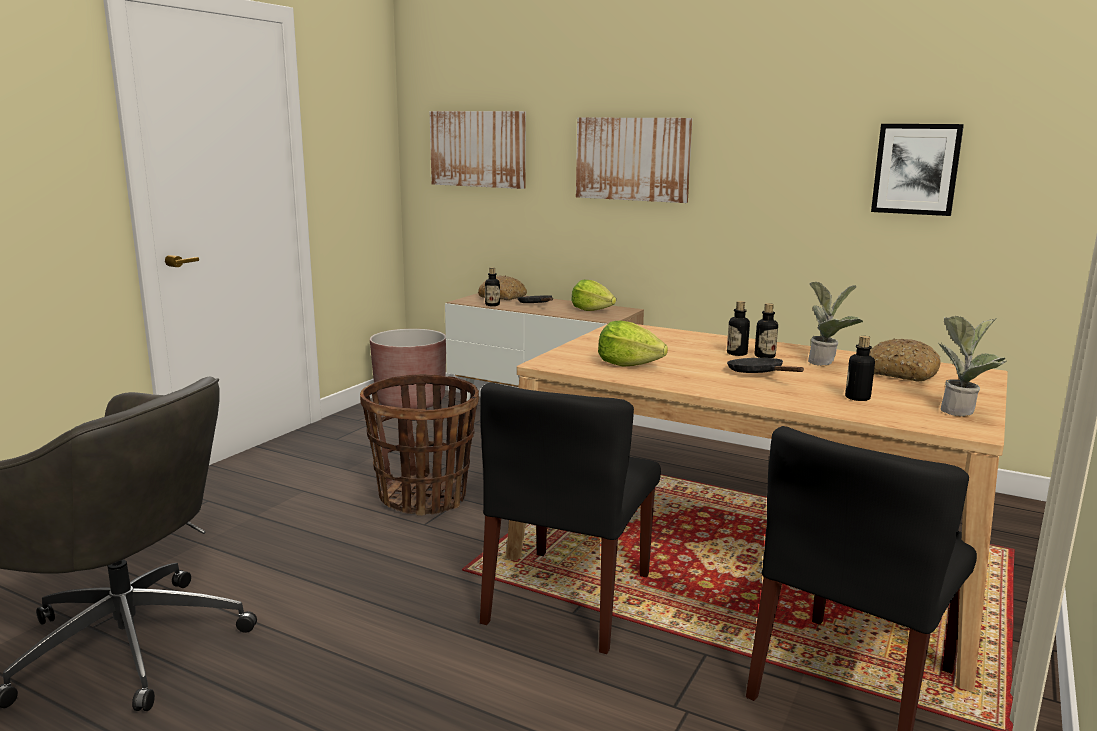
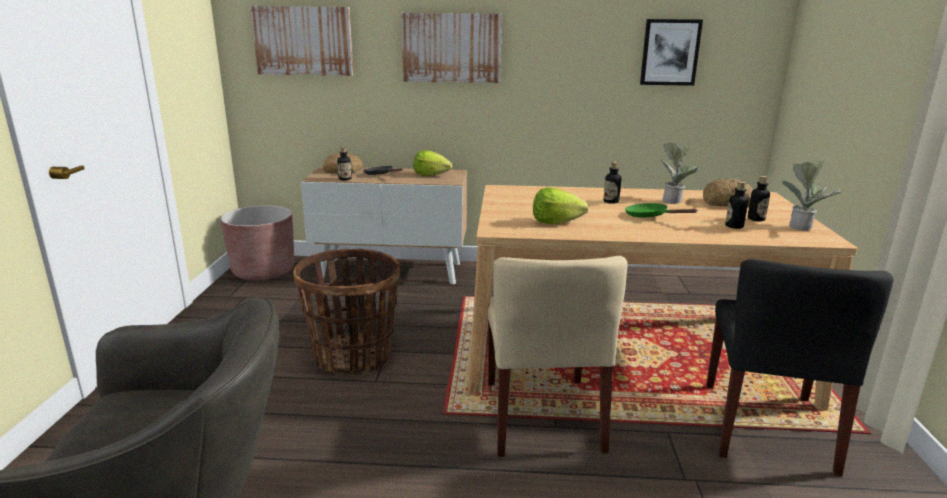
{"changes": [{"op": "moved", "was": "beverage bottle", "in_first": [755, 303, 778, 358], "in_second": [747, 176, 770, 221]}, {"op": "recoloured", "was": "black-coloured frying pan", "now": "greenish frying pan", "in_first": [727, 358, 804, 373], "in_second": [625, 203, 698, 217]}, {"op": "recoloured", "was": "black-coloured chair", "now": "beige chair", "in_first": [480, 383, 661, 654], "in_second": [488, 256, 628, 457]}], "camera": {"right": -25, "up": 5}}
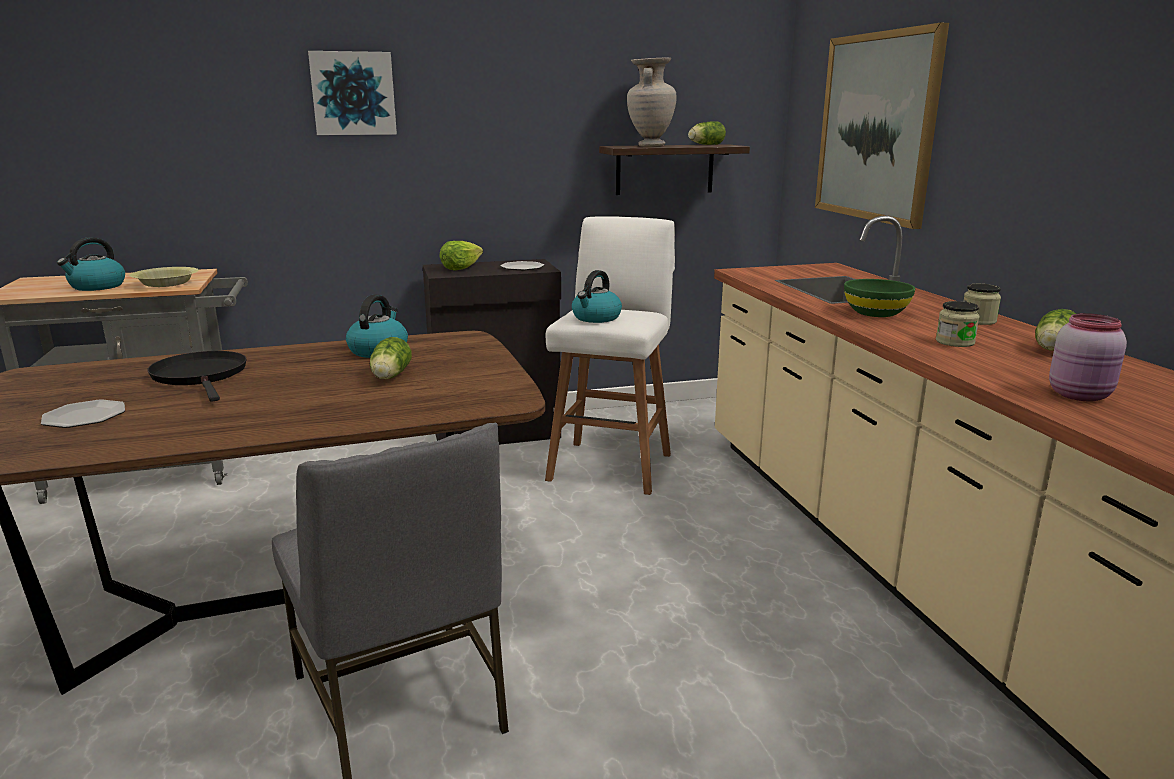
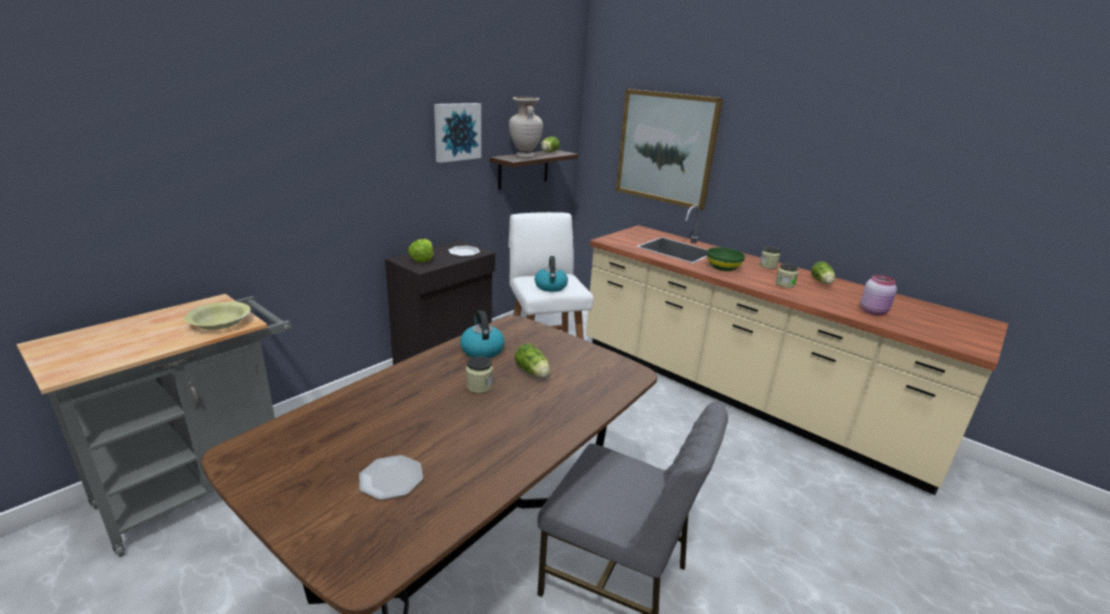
{"changes": [{"op": "moved", "was": "picture", "in_first": [308, 51, 397, 135], "in_second": [434, 103, 481, 163]}, {"op": "removed", "was": "tea kettle", "in_first": [57, 237, 125, 291]}, {"op": "removed", "was": "black-coloured frying pan", "in_first": [147, 351, 247, 402]}, {"op": "added", "now": "jar", "in_second": [466, 357, 493, 393]}], "camera": {"right": -35, "up": 5}}
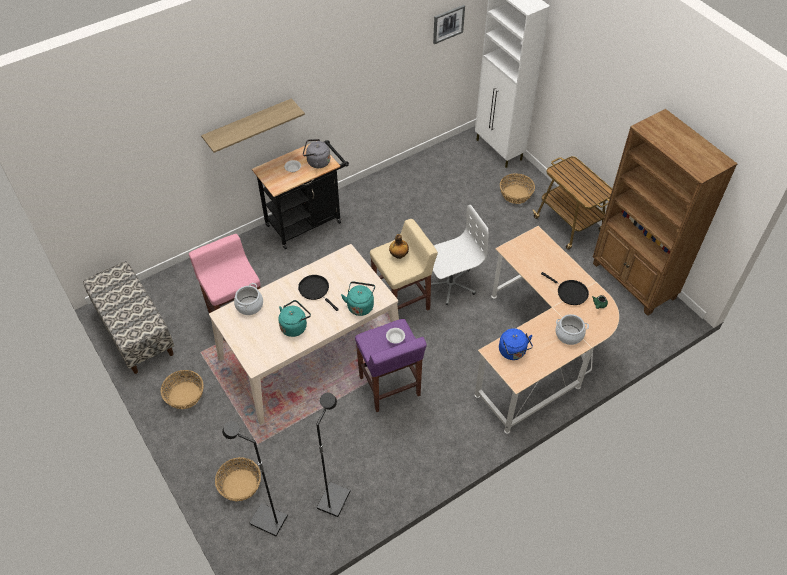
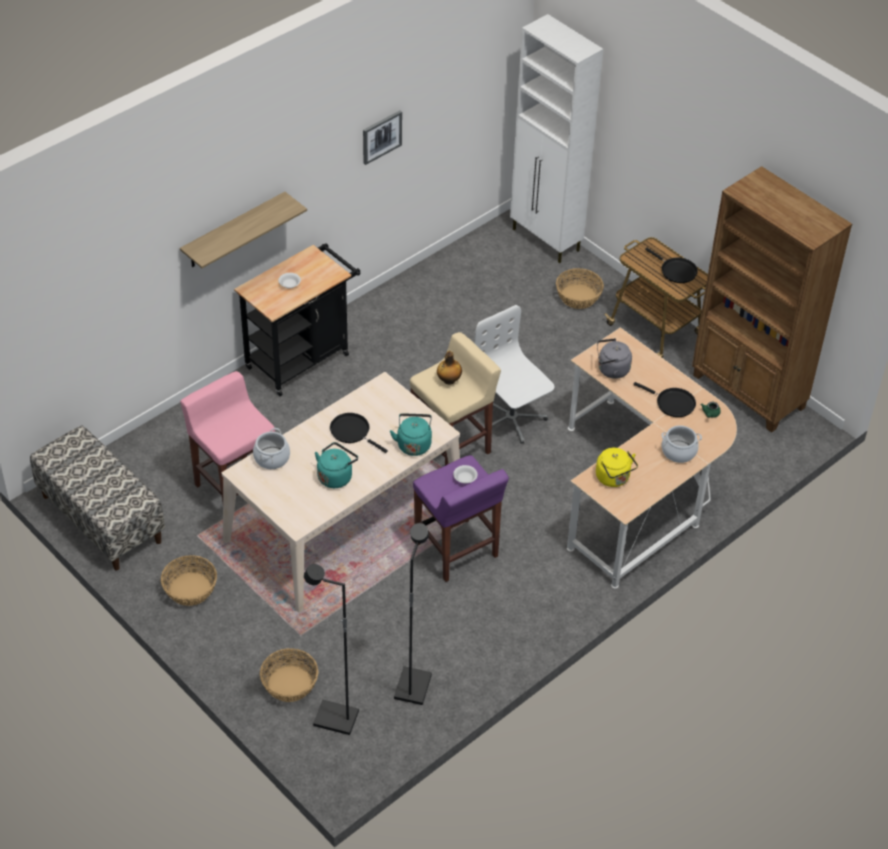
{"changes": [{"op": "moved", "was": "picture", "in_first": [433, 5, 465, 44], "in_second": [363, 111, 402, 165]}, {"op": "moved", "was": "grey tea kettle", "in_first": [303, 139, 330, 168], "in_second": [597, 338, 632, 379]}, {"op": "turned", "was": "white-coloured computer chair", "in_first": [424, 205, 488, 305], "in_second": [474, 305, 555, 444], "clockwise": -90}, {"op": "recoloured", "was": "blue tea kettle", "now": "yellow tea kettle", "in_first": [499, 328, 533, 360], "in_second": [596, 447, 638, 487]}, {"op": "added", "now": "black-coloured frying pan", "in_second": [645, 248, 698, 283]}], "camera": {"right": -10, "up": -5}}
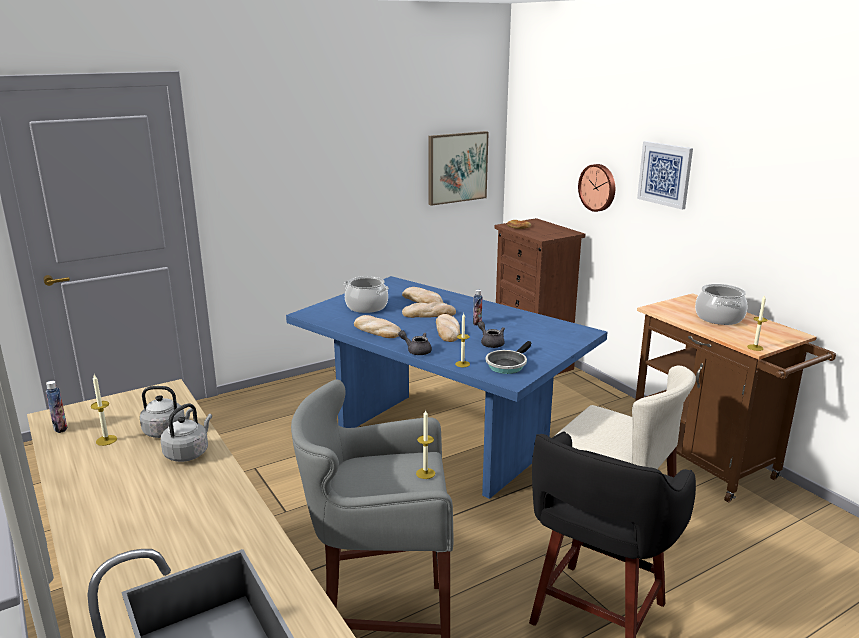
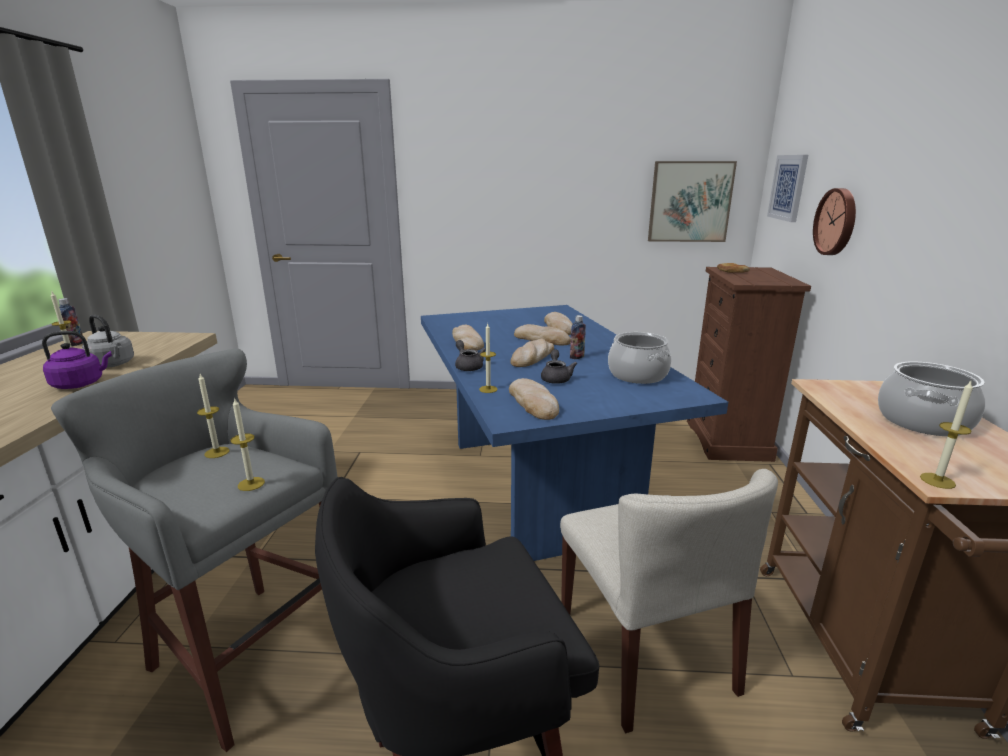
{"changes": [{"op": "moved", "was": "picture", "in_first": [637, 141, 693, 209], "in_second": [767, 155, 808, 222]}, {"op": "moved", "was": "stockpot", "in_first": [344, 276, 389, 313], "in_second": [608, 332, 671, 384]}, {"op": "replaced", "was": "frying pan", "now": "baked bread", "in_first": [486, 341, 531, 374], "in_second": [509, 378, 559, 420]}, {"op": "recoloured", "was": "grey tea kettle", "now": "purplish tea kettle", "in_first": [161, 403, 212, 462], "in_second": [42, 331, 112, 389]}, {"op": "added", "now": "candle", "in_second": [197, 374, 230, 458]}], "camera": {"right": 35, "up": 0}}
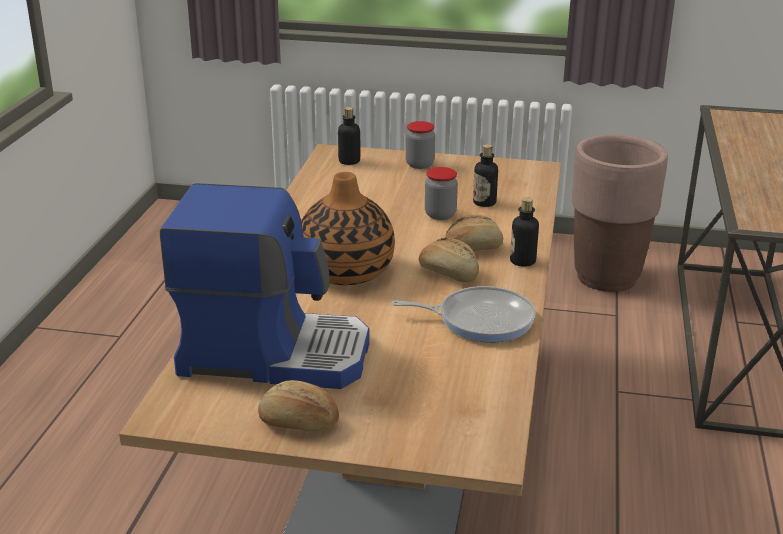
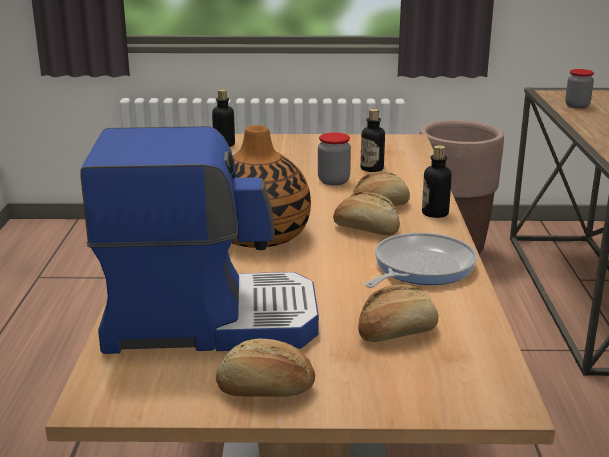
{"changes": [{"op": "moved", "was": "jar", "in_first": [406, 121, 435, 169], "in_second": [565, 69, 594, 109]}, {"op": "turned", "was": "frying pan", "in_first": [392, 286, 536, 342], "in_second": [365, 233, 477, 288], "clockwise": -45}, {"op": "added", "now": "baked bread", "in_second": [358, 284, 438, 342]}], "camera": {"right": -10, "up": -5}}
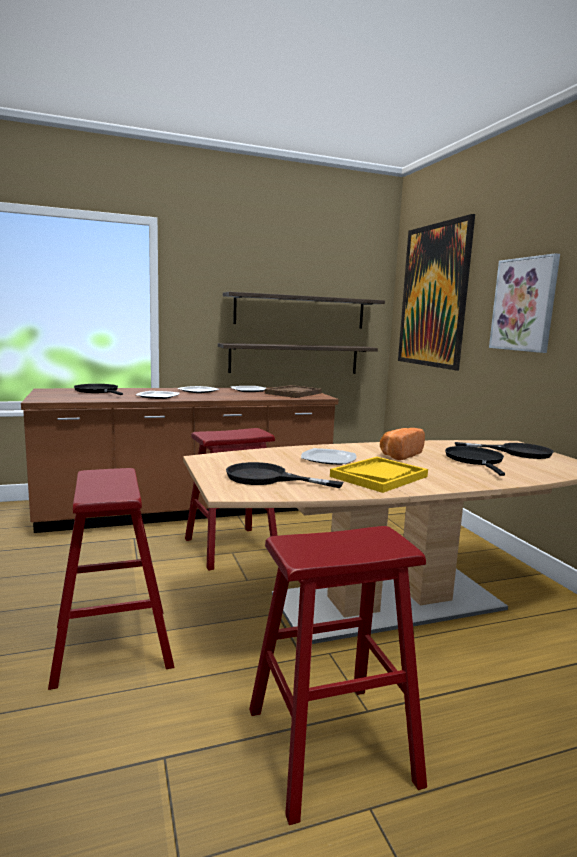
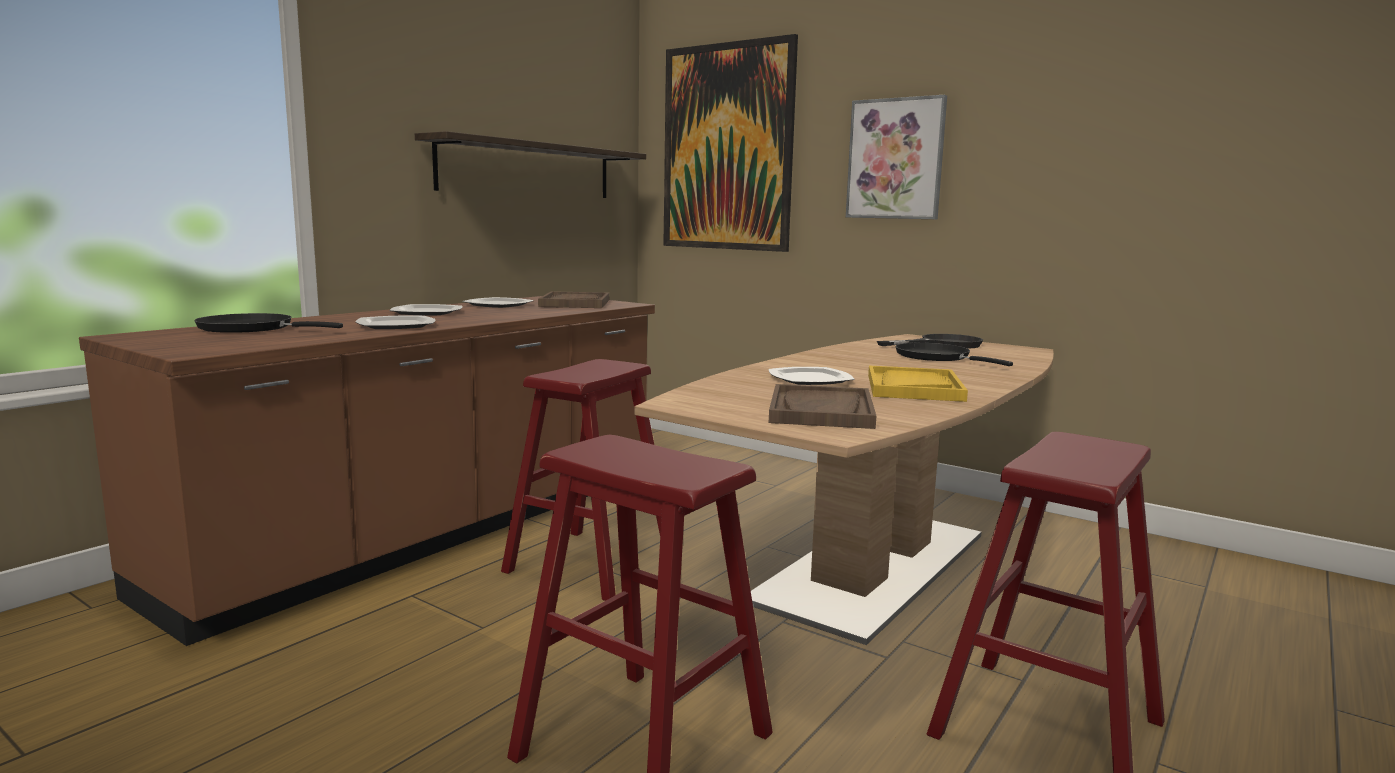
{"changes": [{"op": "removed", "was": "wall shelf", "in_first": [218, 343, 378, 374]}, {"op": "removed", "was": "baked bread", "in_first": [380, 428, 425, 460]}, {"op": "replaced", "was": "black-coloured frying pan", "now": "brown carrying tray", "in_first": [226, 462, 343, 488], "in_second": [769, 384, 876, 429]}], "camera": {"right": -35, "up": 0}}
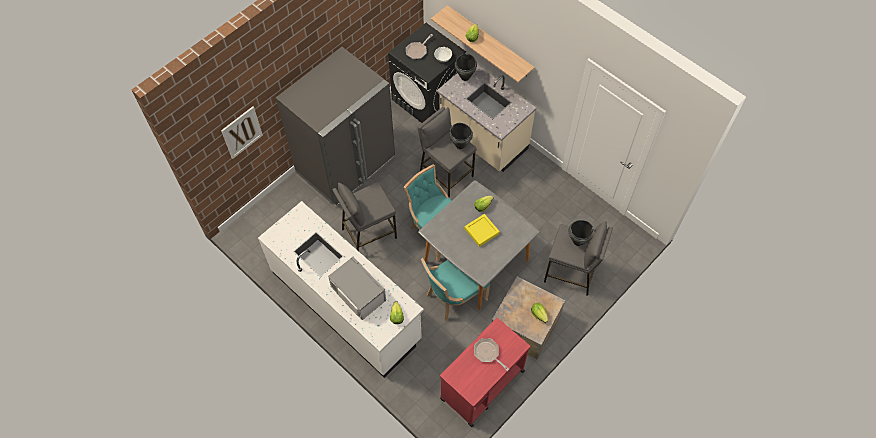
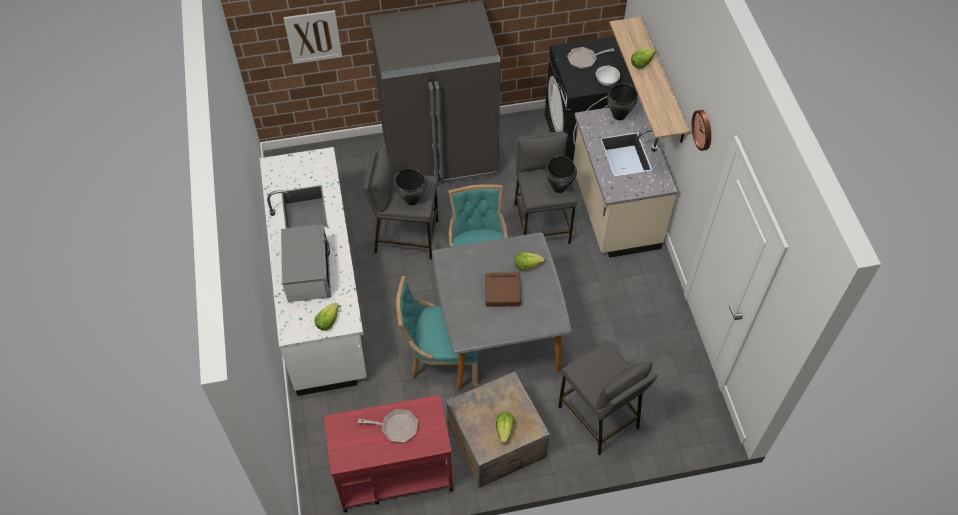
{"changes": [{"op": "recoloured", "was": "yellow carrying tray", "now": "brown carrying tray", "in_first": [465, 214, 500, 247], "in_second": [485, 273, 521, 306]}, {"op": "moved", "was": "black-coloured stockpot", "in_first": [569, 220, 594, 246], "in_second": [394, 168, 427, 205]}, {"op": "turned", "was": "frying pan", "in_first": [474, 338, 509, 371], "in_second": [358, 409, 418, 442], "clockwise": 105}, {"op": "added", "now": "wall clock", "in_second": [692, 110, 711, 151]}], "camera": {"right": 35, "up": -5}}
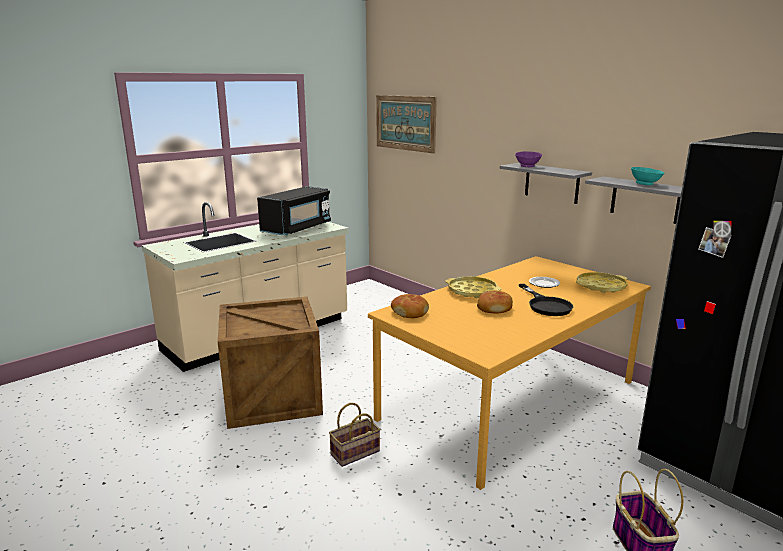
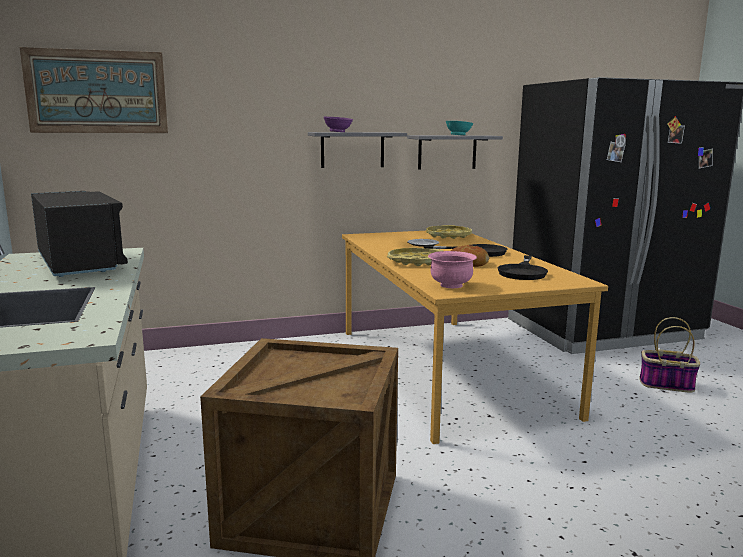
{"changes": [{"op": "replaced", "was": "baked bread", "now": "pink-coloured serving bowl", "in_first": [391, 294, 429, 318], "in_second": [428, 251, 477, 288]}, {"op": "removed", "was": "basket", "in_first": [329, 403, 380, 467]}, {"op": "added", "now": "black-coloured frying pan", "in_second": [498, 255, 548, 280]}], "camera": {"right": -65, "up": -5}}
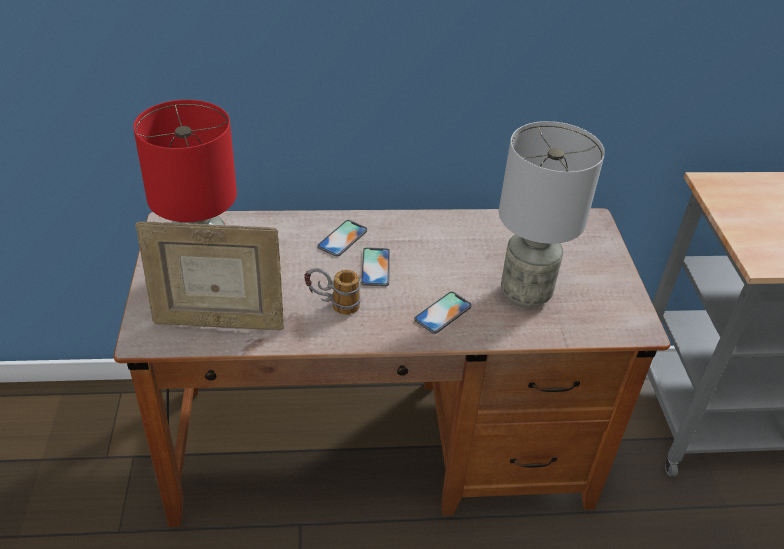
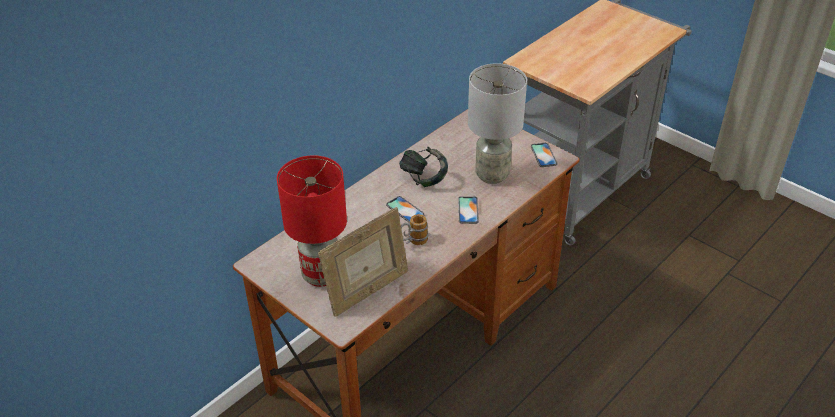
{"changes": [{"op": "moved", "was": "phone", "in_first": [317, 220, 367, 257], "in_second": [531, 143, 557, 167]}, {"op": "added", "now": "pair of headphones", "in_second": [399, 147, 448, 187]}], "camera": {"right": -40, "up": 0}}
